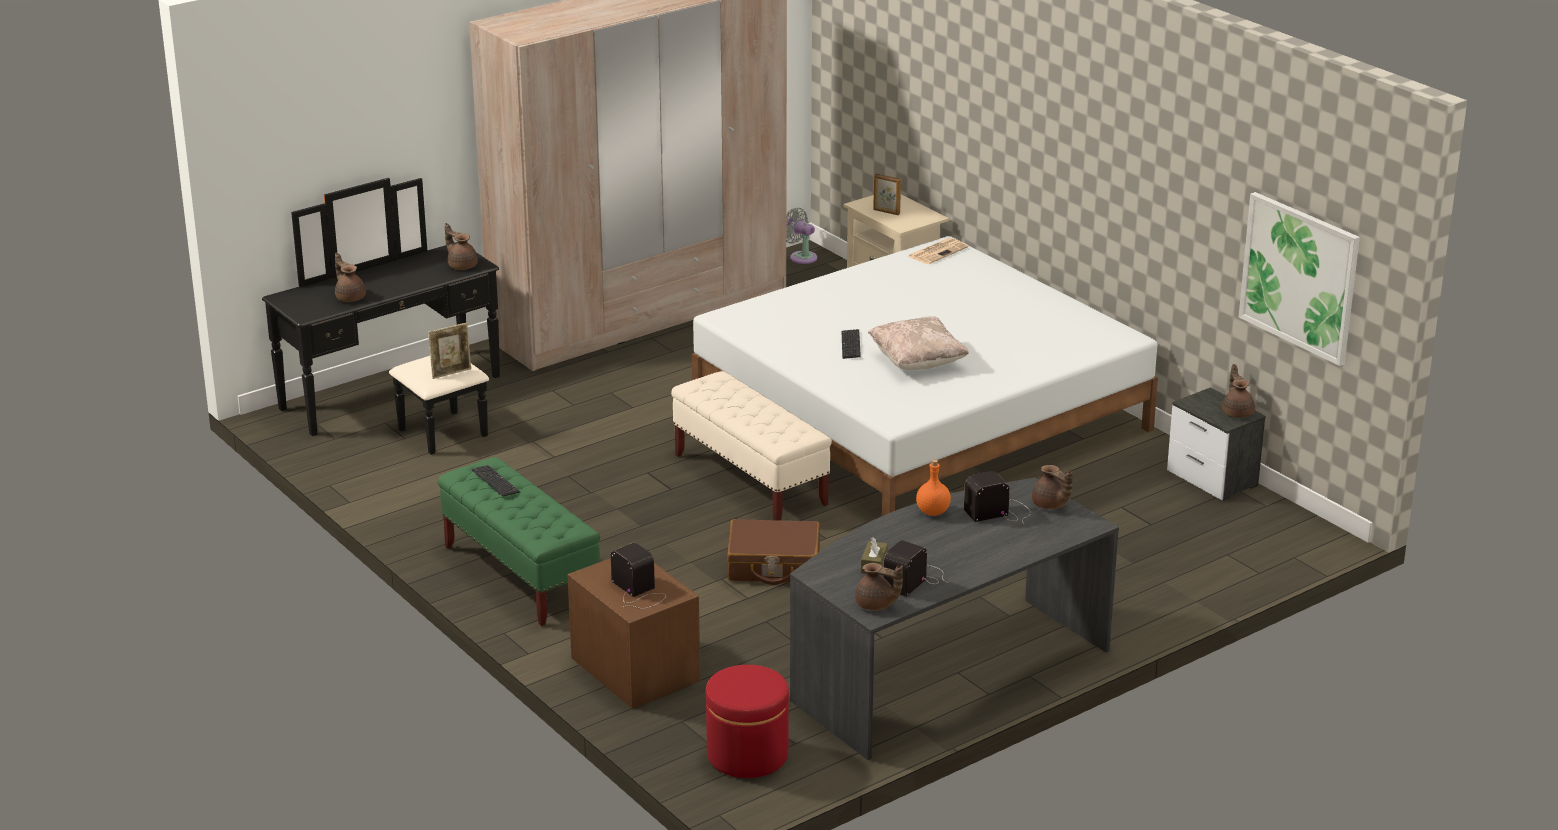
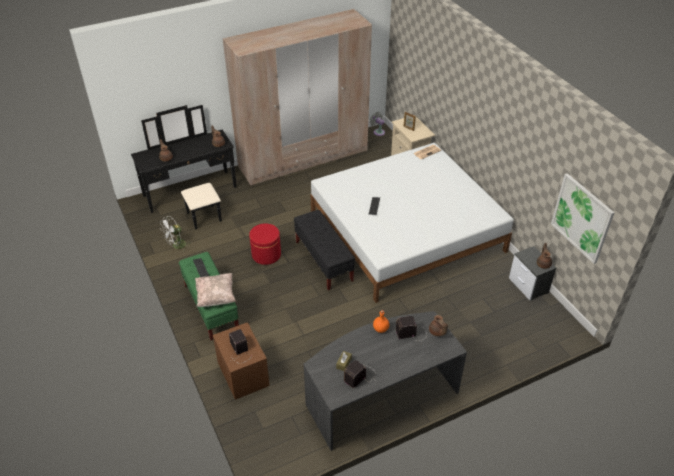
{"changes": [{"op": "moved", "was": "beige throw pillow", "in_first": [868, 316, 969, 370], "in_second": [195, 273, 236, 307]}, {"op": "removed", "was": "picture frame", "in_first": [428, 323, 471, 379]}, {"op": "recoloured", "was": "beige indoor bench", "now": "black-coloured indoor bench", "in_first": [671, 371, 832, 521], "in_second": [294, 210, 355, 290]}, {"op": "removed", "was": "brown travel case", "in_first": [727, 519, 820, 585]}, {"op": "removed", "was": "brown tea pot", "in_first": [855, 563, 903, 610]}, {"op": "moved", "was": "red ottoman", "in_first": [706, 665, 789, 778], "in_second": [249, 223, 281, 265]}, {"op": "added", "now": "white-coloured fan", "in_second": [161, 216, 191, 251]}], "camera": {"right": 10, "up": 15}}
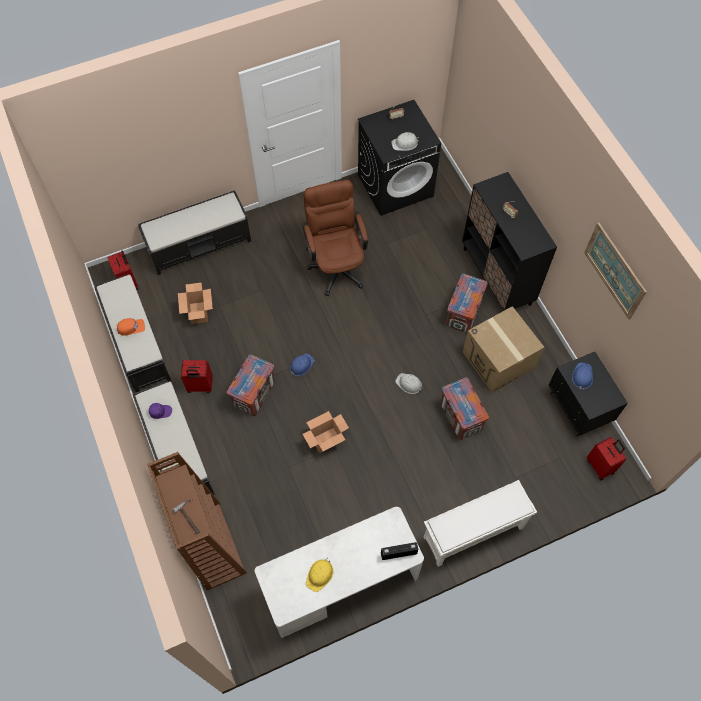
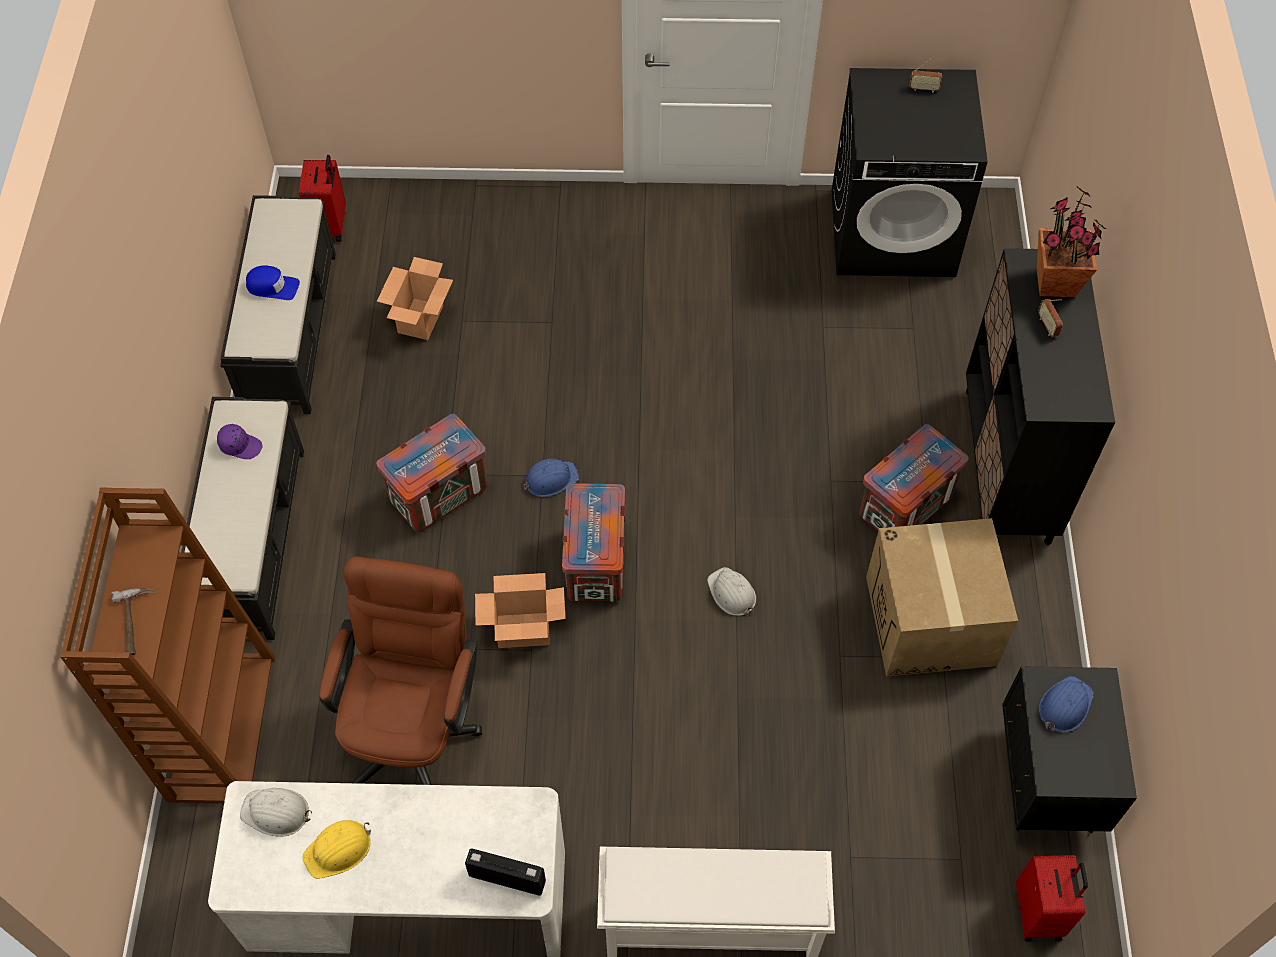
{"changes": [{"op": "moved", "was": "white-coloured safety helmet", "in_first": [391, 132, 419, 151], "in_second": [240, 788, 312, 837]}, {"op": "moved", "was": "brown computer chair", "in_first": [302, 180, 368, 296], "in_second": [319, 556, 482, 785]}, {"op": "removed", "was": "black-coloured indoor bench", "in_first": [138, 190, 251, 275]}, {"op": "removed", "was": "picture", "in_first": [584, 223, 647, 319]}, {"op": "recoloured", "was": "orangey cap", "now": "blue cap", "in_first": [117, 318, 145, 336], "in_second": [246, 265, 300, 300]}, {"op": "removed", "was": "red travel case", "in_first": [181, 360, 213, 393]}, {"op": "moved", "was": "packing crate", "in_first": [440, 378, 489, 440], "in_second": [562, 483, 625, 602]}, {"op": "added", "now": "potted plant", "in_second": [1036, 187, 1106, 297]}], "camera": {"right": 25, "up": -5}}
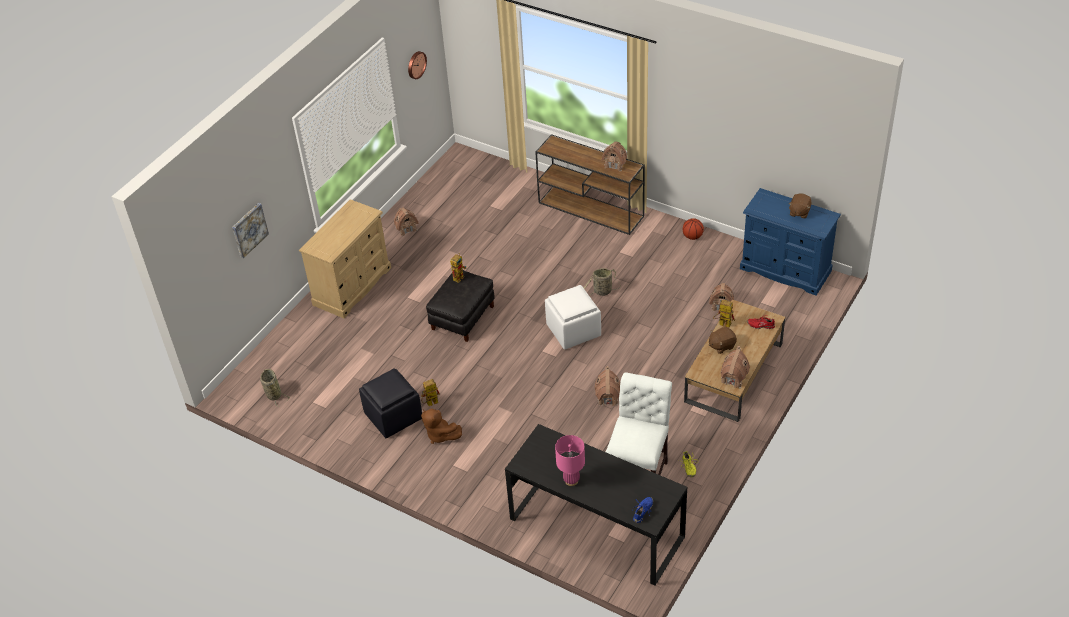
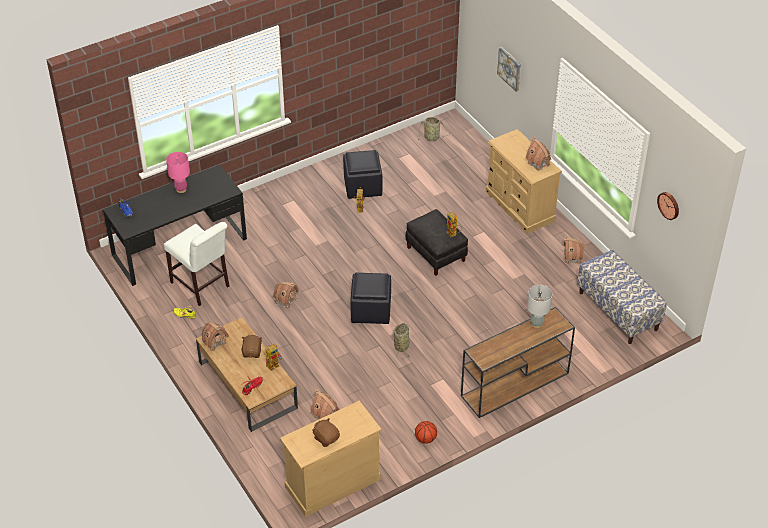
{"changes": [{"op": "moved", "was": "model house", "in_first": [601, 141, 627, 171], "in_second": [526, 136, 551, 171]}, {"op": "recoloured", "was": "blue drawer chest", "now": "beige drawer chest", "in_first": [740, 188, 841, 296], "in_second": [280, 401, 381, 517]}, {"op": "recoloured", "was": "white-coloured ottoman", "now": "black-coloured ottoman", "in_first": [545, 285, 601, 350], "in_second": [350, 273, 391, 324]}, {"op": "removed", "was": "brown soft toy", "in_first": [421, 408, 462, 444]}, {"op": "added", "now": "indoor bench", "in_second": [577, 250, 667, 344]}, {"op": "added", "now": "grey tabletop lamp", "in_second": [527, 285, 552, 328]}], "camera": {"right": 115, "up": 0}}
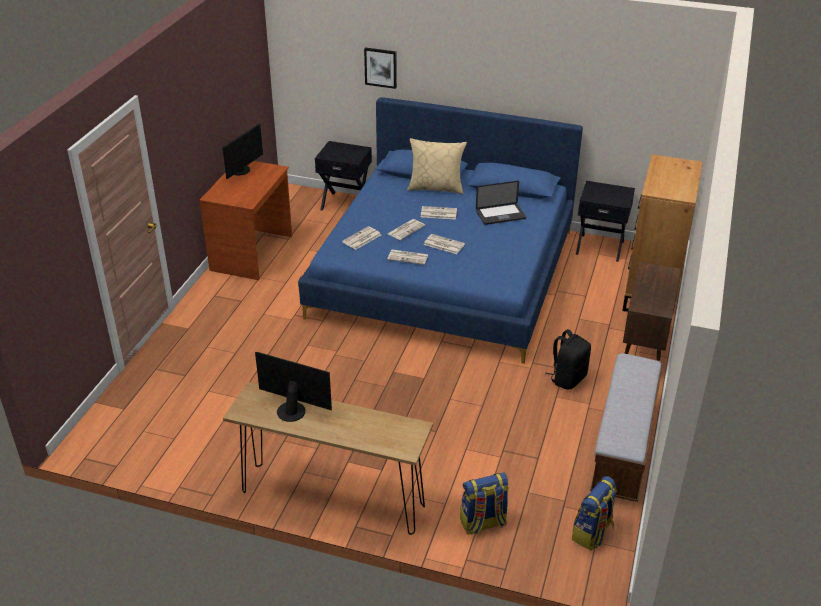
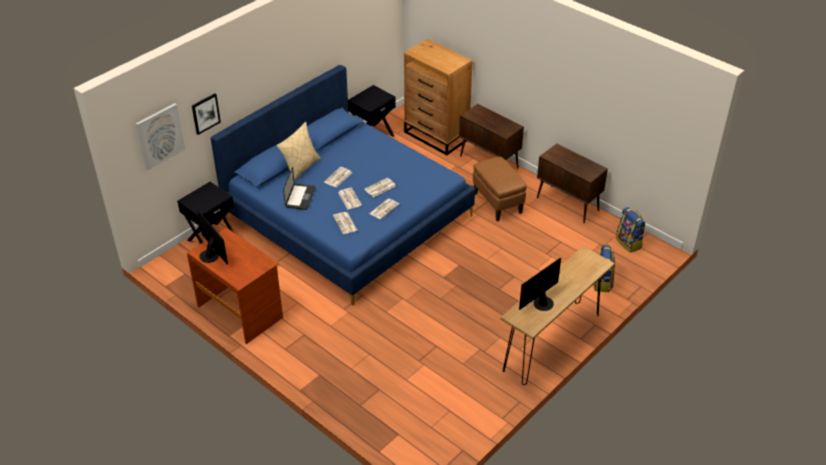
{"changes": [{"op": "moved", "was": "portable computer", "in_first": [476, 181, 526, 225], "in_second": [283, 167, 315, 210]}, {"op": "replaced", "was": "black-coloured rucksack", "now": "brown ottoman", "in_first": [545, 329, 591, 389], "in_second": [473, 157, 527, 221]}, {"op": "replaced", "was": "indoor bench", "now": "brown cabinet", "in_first": [590, 353, 663, 502], "in_second": [537, 144, 608, 223]}, {"op": "added", "now": "picture", "in_second": [136, 103, 185, 170]}], "camera": {"right": -65, "up": 5}}
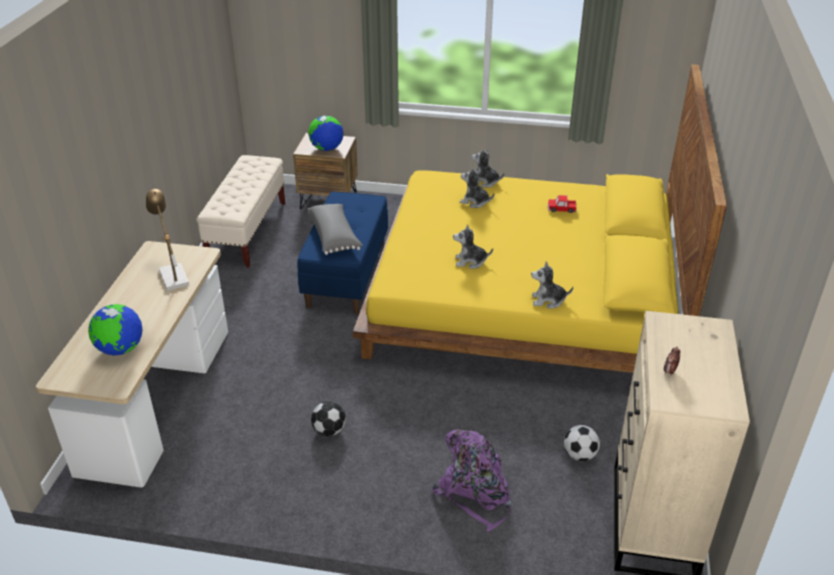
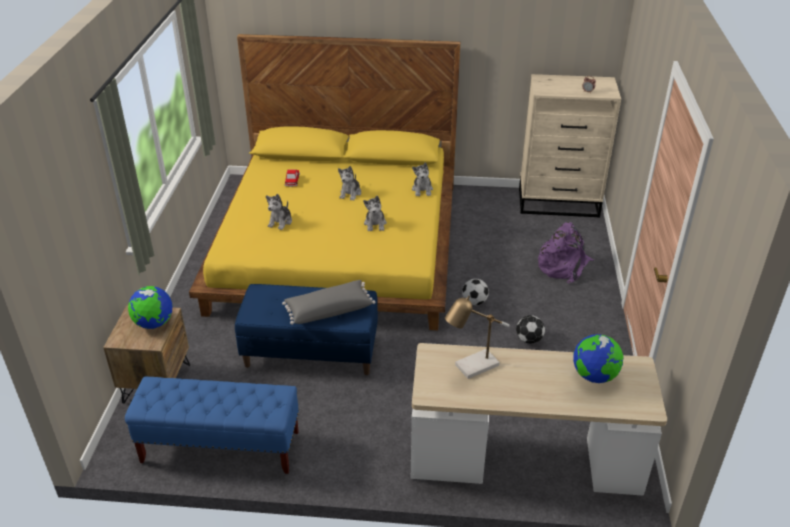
{"changes": [{"op": "moved", "was": "soft toy", "in_first": [471, 148, 505, 188], "in_second": [338, 166, 361, 201]}, {"op": "recoloured", "was": "beige indoor bench", "now": "blue indoor bench", "in_first": [196, 155, 285, 267], "in_second": [125, 376, 299, 474]}, {"op": "moved", "was": "football", "in_first": [564, 425, 600, 461], "in_second": [462, 279, 489, 305]}], "camera": {"right": -95, "up": 0}}
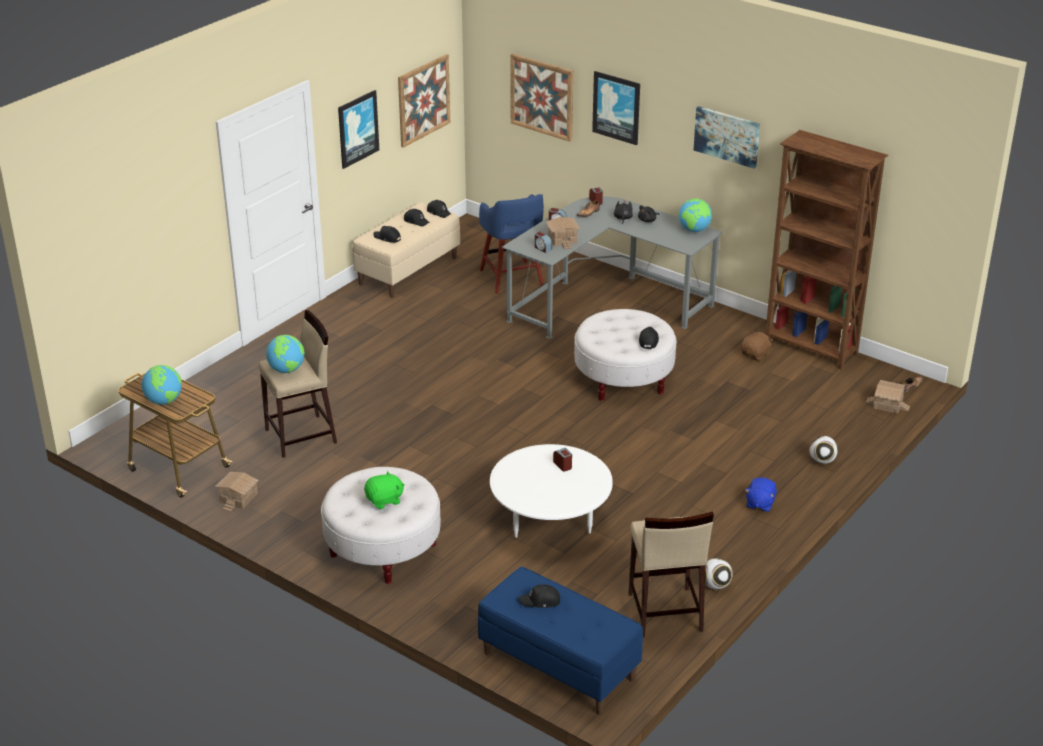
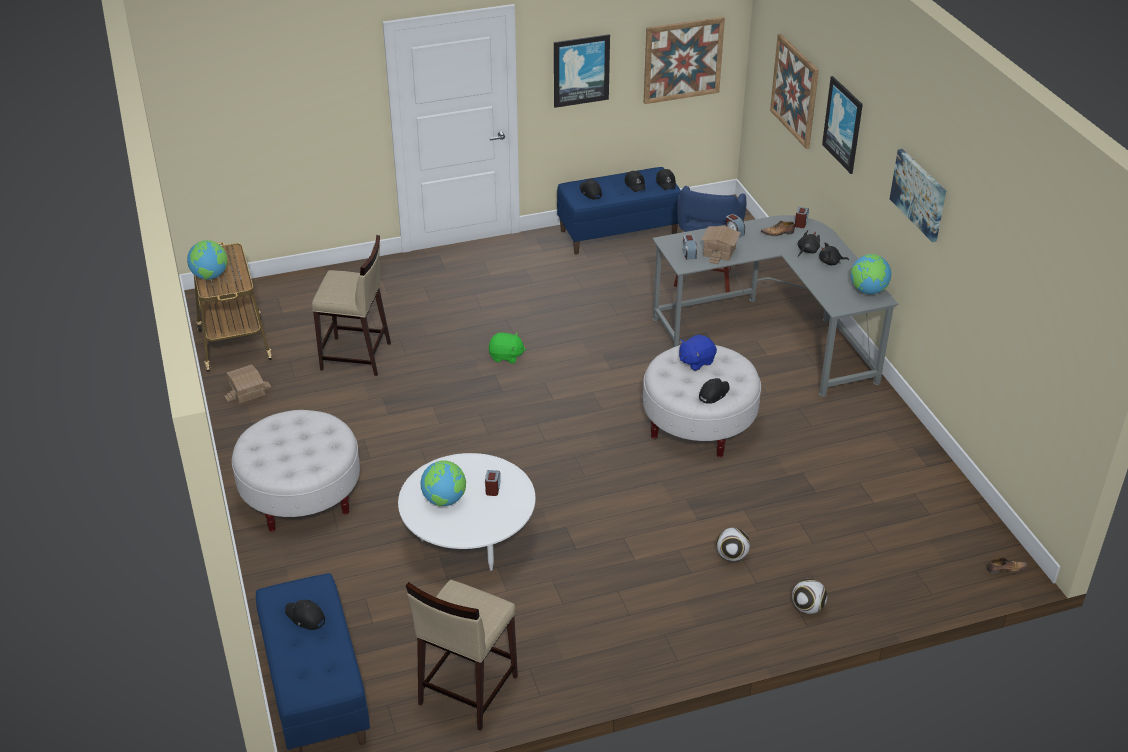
{"changes": [{"op": "removed", "was": "brown bookshelf", "in_first": [765, 130, 888, 369]}, {"op": "recoloured", "was": "beige indoor bench", "now": "blue indoor bench", "in_first": [353, 202, 460, 298], "in_second": [557, 167, 681, 255]}, {"op": "removed", "was": "brown soft toy", "in_first": [741, 331, 773, 361]}, {"op": "moved", "was": "world globe", "in_first": [266, 335, 305, 373], "in_second": [421, 460, 466, 506]}, {"op": "removed", "was": "model house", "in_first": [866, 380, 910, 414]}, {"op": "moved", "was": "greenish soft toy", "in_first": [364, 471, 405, 509], "in_second": [489, 332, 526, 364]}, {"op": "moved", "was": "blue soft toy", "in_first": [745, 477, 777, 512], "in_second": [679, 335, 717, 371]}, {"op": "moved", "was": "football", "in_first": [705, 558, 733, 589], "in_second": [716, 528, 750, 561]}], "camera": {"right": 35, "up": 5}}
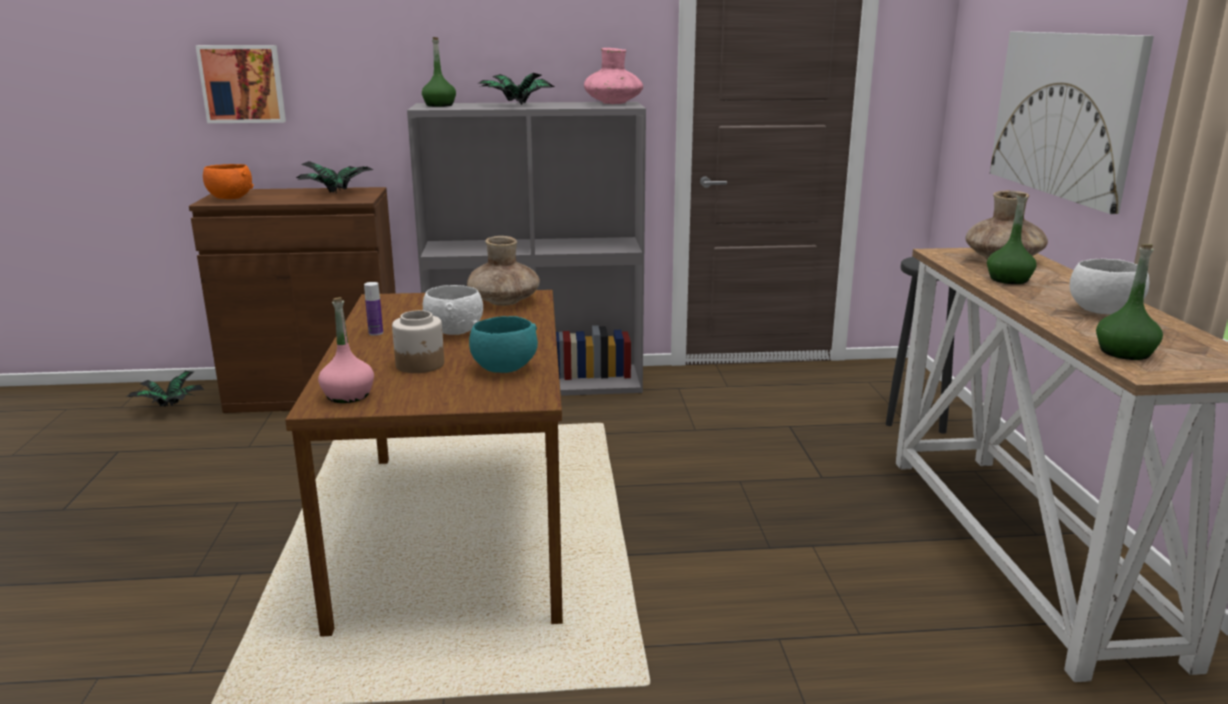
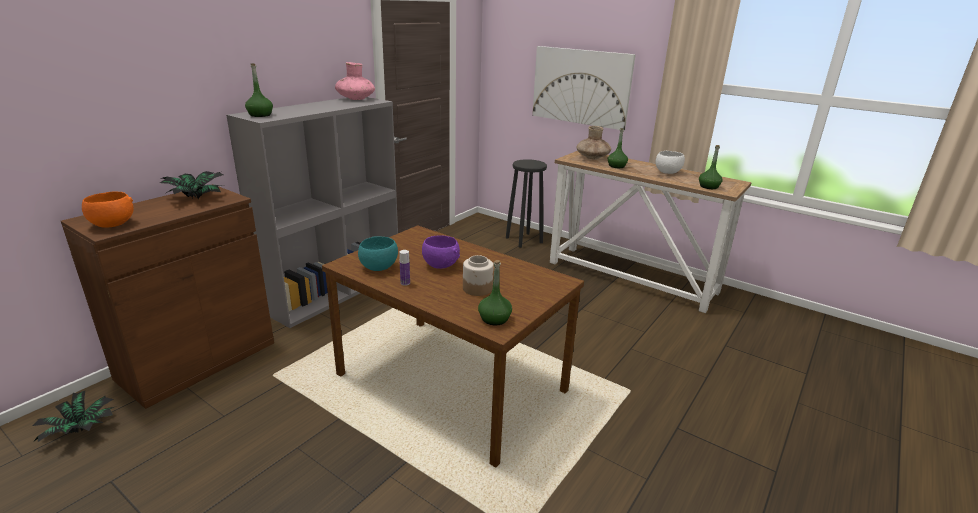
{"changes": [{"op": "removed", "was": "picture", "in_first": [196, 45, 286, 123]}, {"op": "removed", "was": "potted plant", "in_first": [477, 73, 555, 105]}, {"op": "removed", "was": "brown vase", "in_first": [467, 236, 540, 306]}, {"op": "recoloured", "was": "white-coloured serving bowl", "now": "purplish serving bowl", "in_first": [423, 285, 483, 335], "in_second": [422, 235, 460, 269]}, {"op": "recoloured", "was": "pink-coloured beverage bottle", "now": "greenish beverage bottle", "in_first": [318, 297, 374, 403], "in_second": [478, 260, 512, 325]}, {"op": "moved", "was": "blue-green serving bowl", "in_first": [469, 316, 538, 373], "in_second": [358, 237, 398, 271]}], "camera": {"right": -50, "up": 5}}
